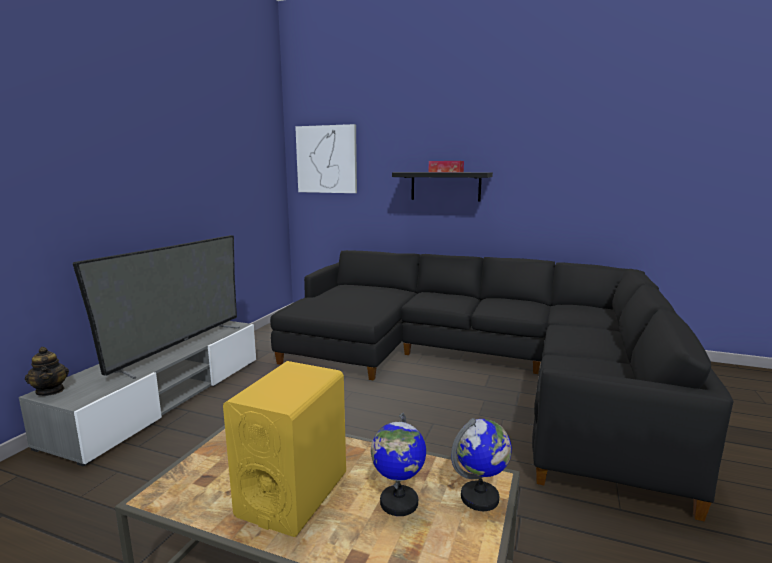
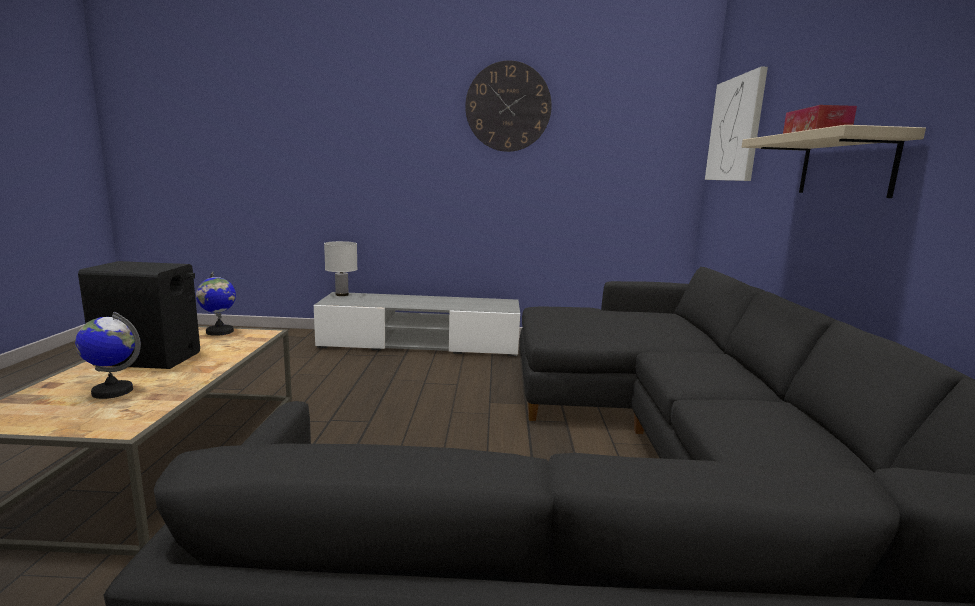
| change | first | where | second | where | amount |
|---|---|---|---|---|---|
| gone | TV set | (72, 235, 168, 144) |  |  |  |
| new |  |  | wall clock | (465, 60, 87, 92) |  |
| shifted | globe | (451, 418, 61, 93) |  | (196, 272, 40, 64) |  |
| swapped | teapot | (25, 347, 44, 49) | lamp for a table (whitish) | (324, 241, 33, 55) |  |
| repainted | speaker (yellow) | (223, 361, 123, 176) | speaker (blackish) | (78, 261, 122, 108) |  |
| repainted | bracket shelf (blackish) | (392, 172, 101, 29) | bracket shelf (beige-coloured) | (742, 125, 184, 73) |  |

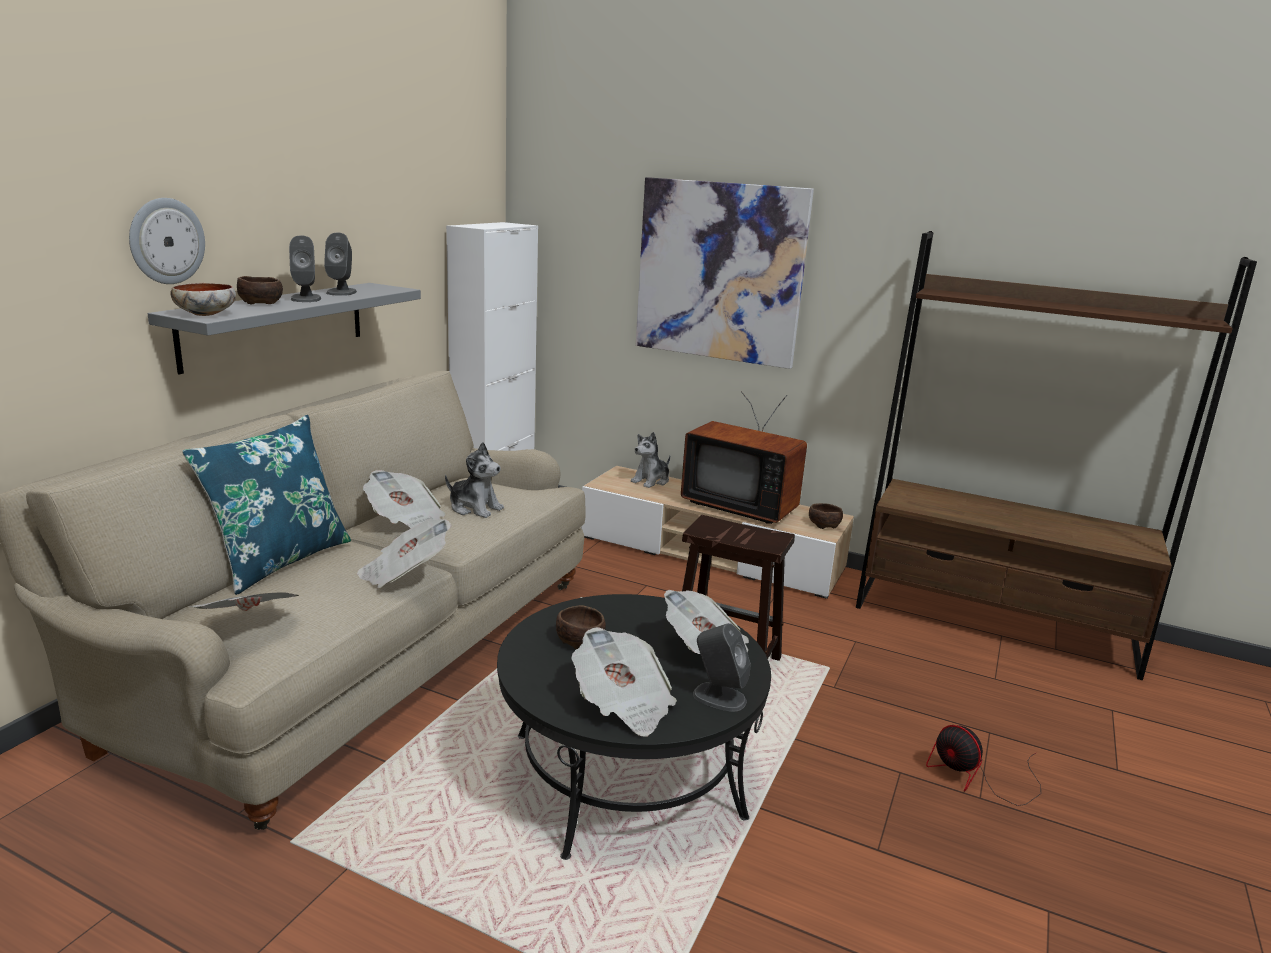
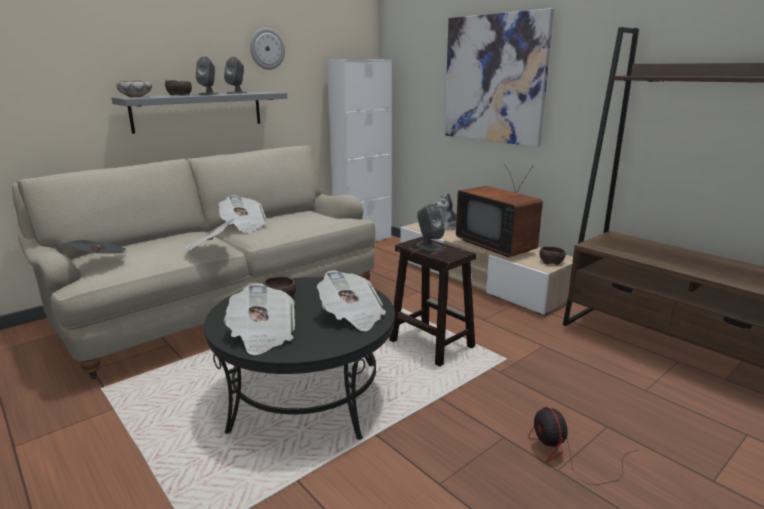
| change | first | where | second | where | amount |
|---|---|---|---|---|---|
| gone | cushion (bluish) | (182, 415, 169, 180) |  |  |  |
| gone | plush toy | (445, 442, 59, 76) |  |  |  |
| shifted | wall clock | (129, 198, 76, 86) |  | (250, 28, 35, 42) |  |
| shifted | speaker (gray) | (693, 623, 58, 89) |  | (416, 204, 29, 48) |  |

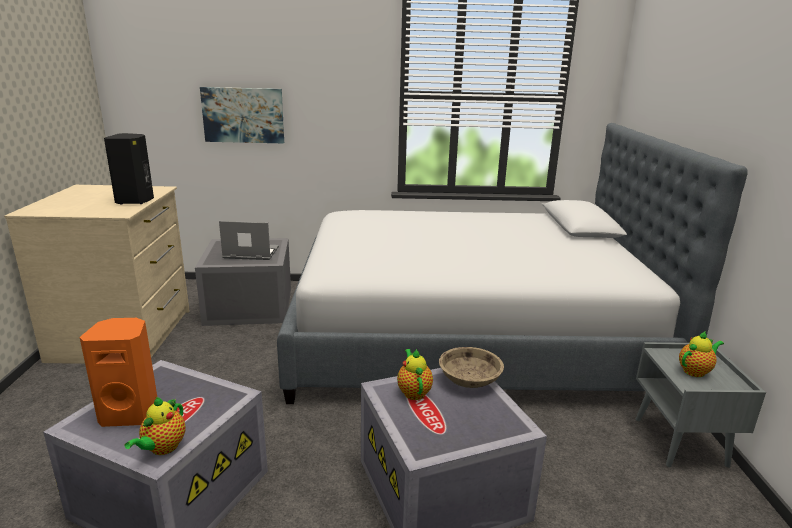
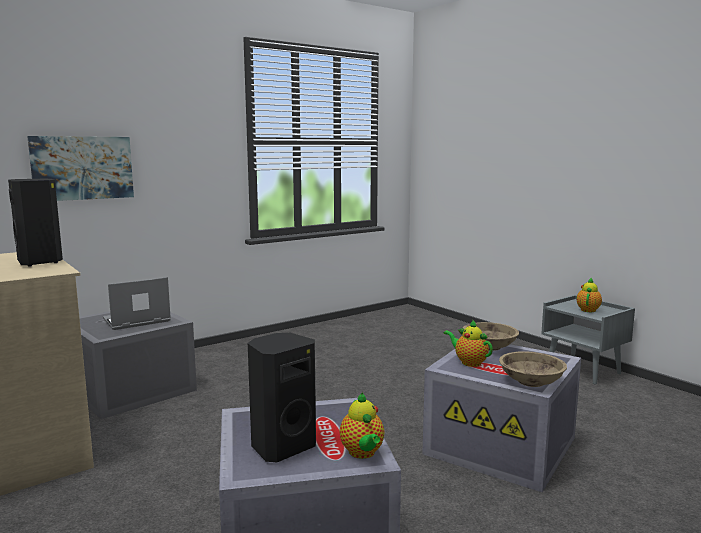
| change | first | where | second | where | amount |
|---|---|---|---|---|---|
| gone | sleeping bed | (277, 123, 470, 281) |  |  |  |
| new |  |  | deep dish (beige-coloured) | (499, 351, 68, 36) |  |
| repainted | speaker (orange) | (80, 318, 77, 109) | speaker (blackish) | (248, 333, 68, 129) |  |

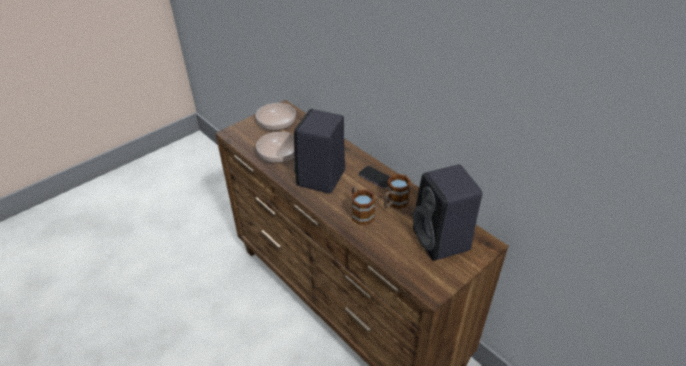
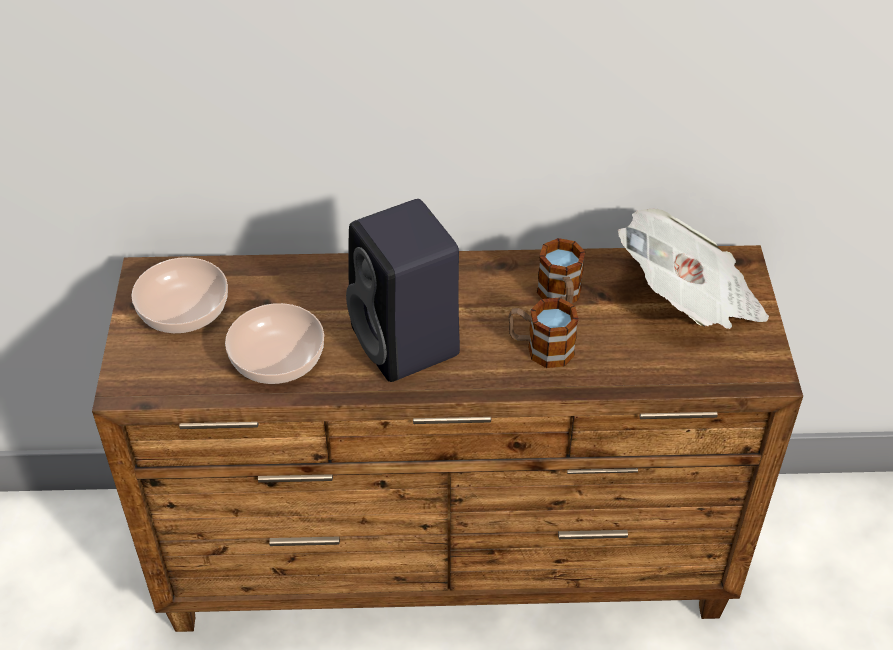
| change | first | where | second | where | amount |
|---|---|---|---|---|---|
| gone | handset | (359, 166, 31, 23) |  |  |  |
| swapped | speaker (blackish) | (413, 165, 69, 96) | printed paper | (618, 208, 151, 121) |  |

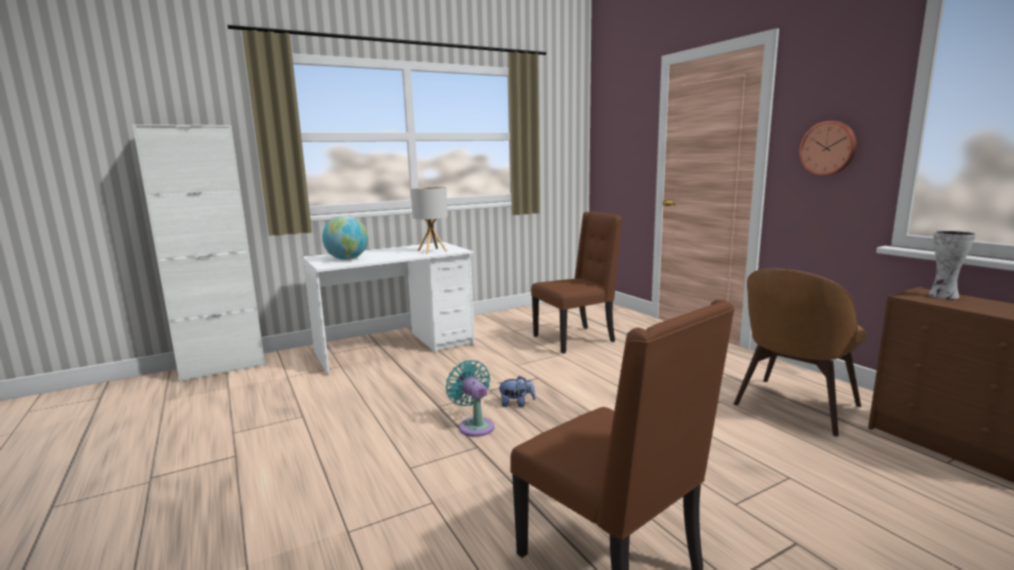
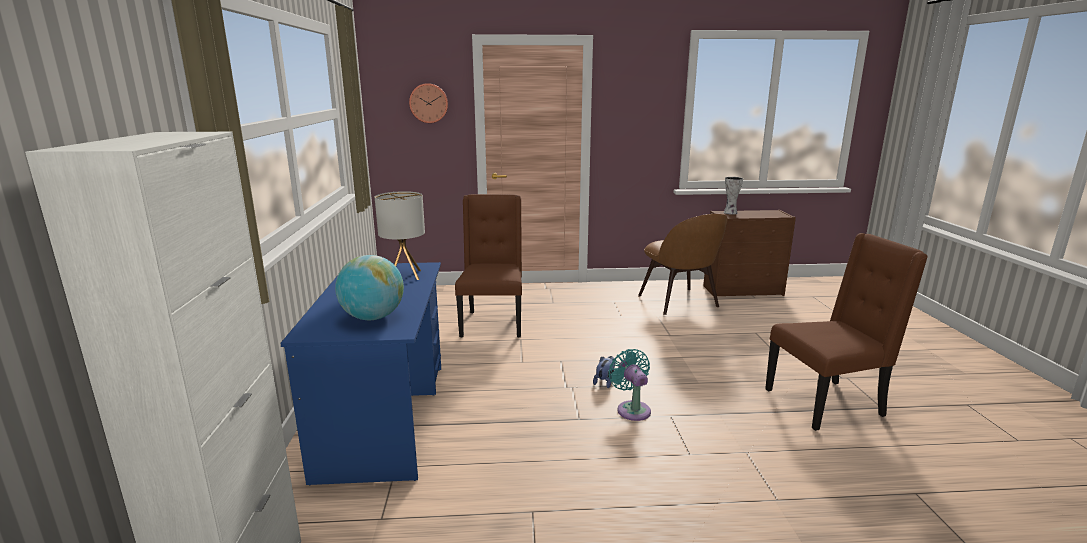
| change | first | where | second | where | amount |
|---|---|---|---|---|---|
| shifted | wall clock | (799, 121, 58, 55) |  | (409, 83, 39, 40) |  |
| repainted | desk (whitish) | (303, 242, 172, 133) | desk (bluish) | (280, 262, 161, 224) |  |
| rotated | cooling fan (blue-green) | (446, 360, 49, 77) |  | (608, 349, 43, 72) | 75 degrees clockwise |

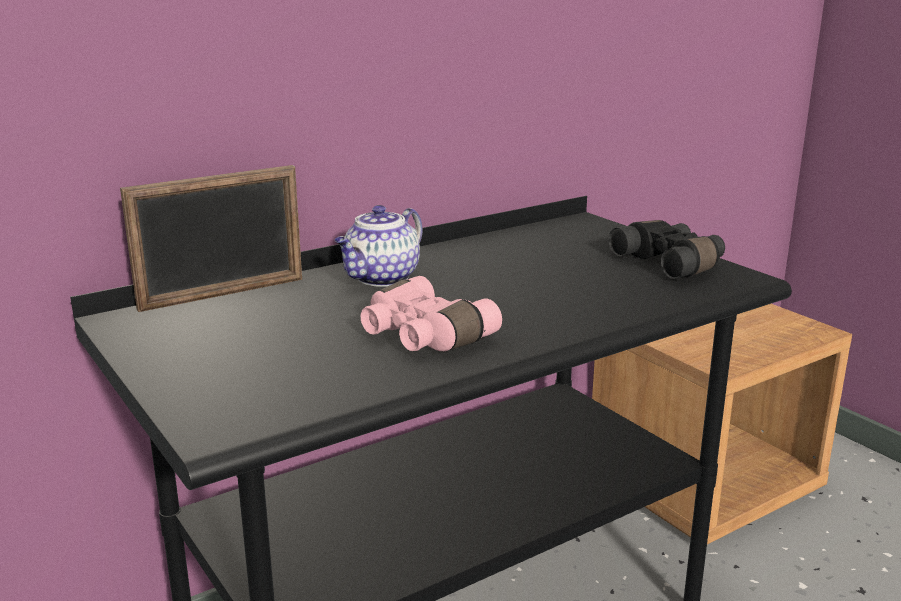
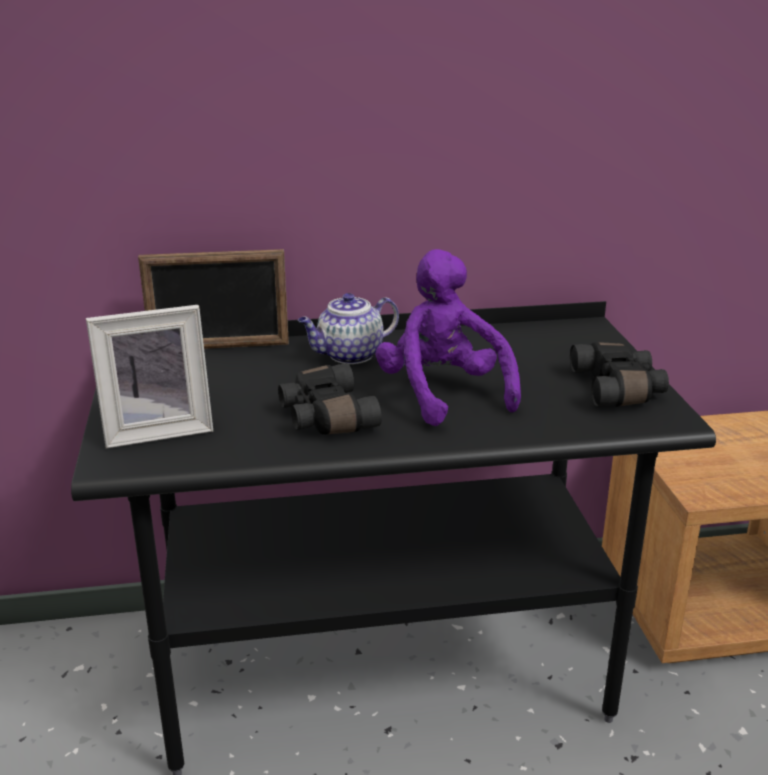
| change | first | where | second | where | amount |
|---|---|---|---|---|---|
| new |  |  | photo frame | (86, 305, 127, 144) |  |
| new |  |  | plush toy (purplish) | (375, 249, 146, 177) |  |
| repainted | pair of binoculars (pinkish) | (360, 276, 142, 75) | pair of binoculars (blackish) | (278, 363, 104, 72) |  |

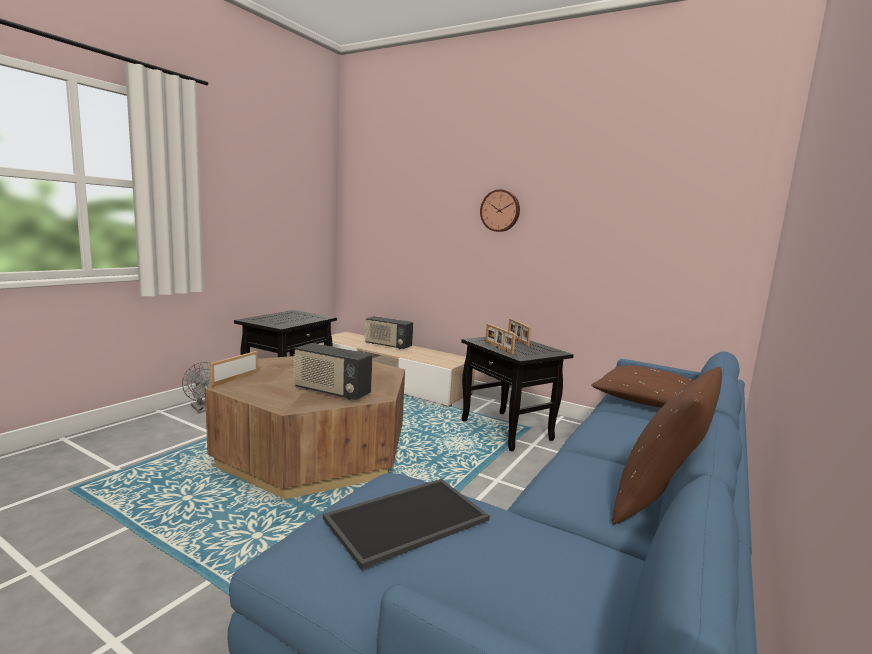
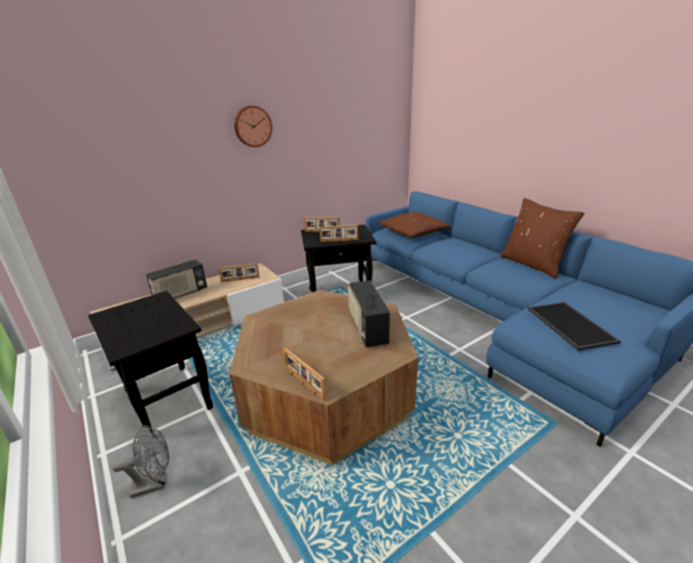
| change | first | where | second | where | amount |
|---|---|---|---|---|---|
| new |  |  | photo frame | (219, 264, 41, 18) |  |
| rotated | radio | (293, 343, 79, 57) |  | (348, 280, 42, 68) | 120 degrees clockwise |

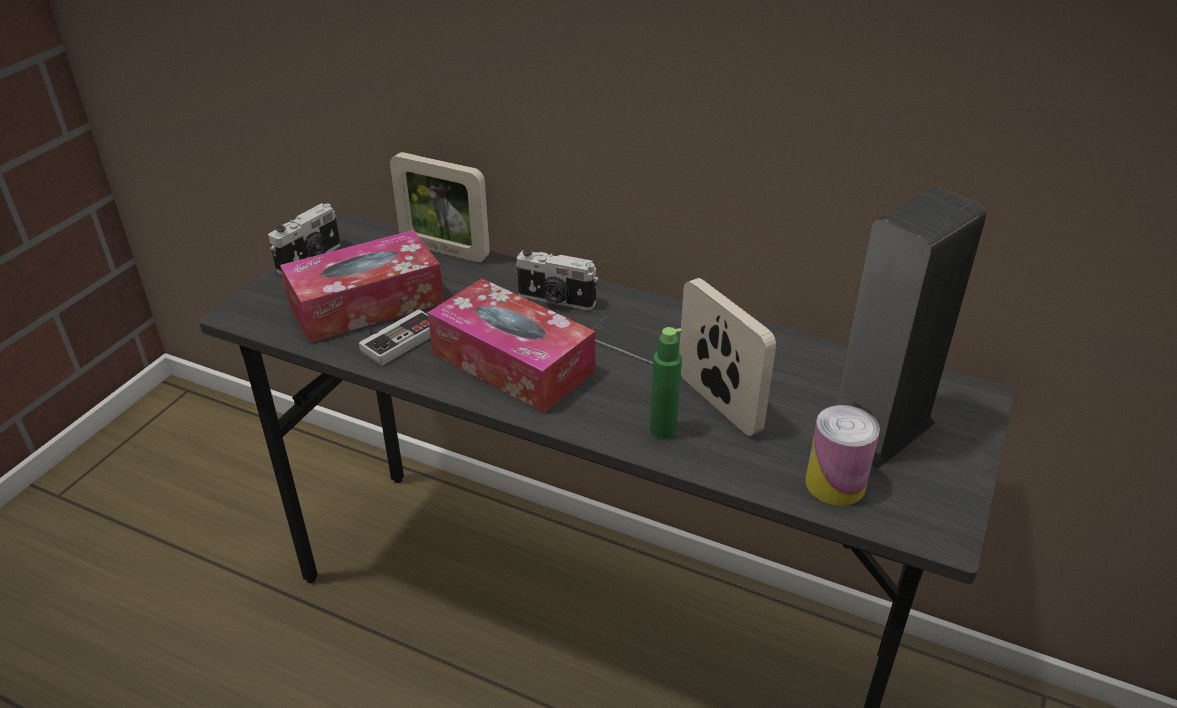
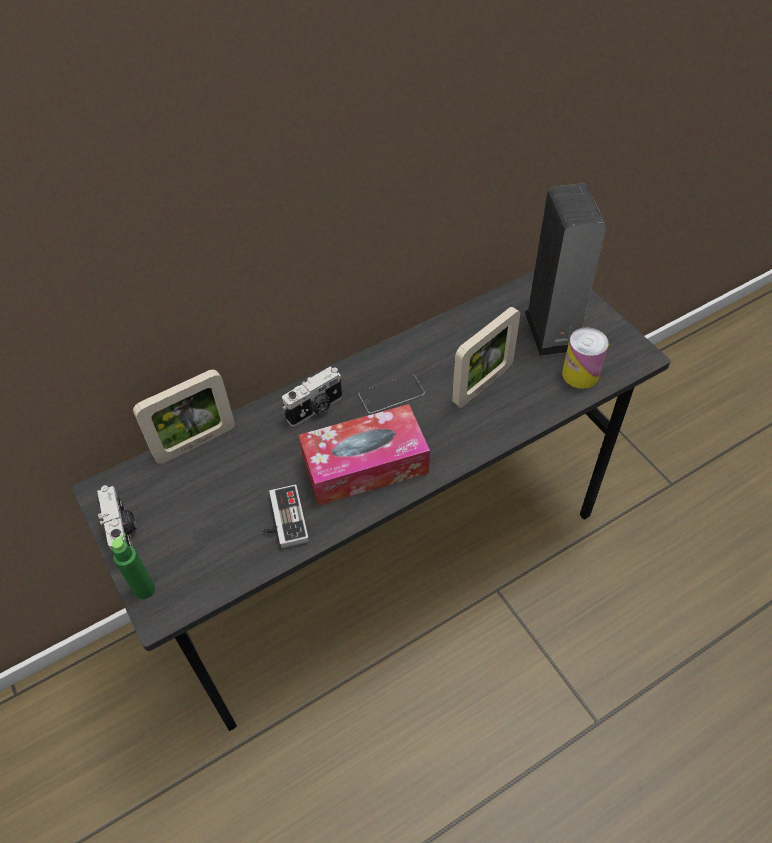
| change | first | where | second | where | amount |
|---|---|---|---|---|---|
| gone | tissue holder | (280, 230, 164, 113) |  |  |  |
| shifted | beverage bottle (green-coloured) | (650, 327, 32, 112) |  | (112, 534, 43, 65) |  |
| rotated | photo frame | (679, 278, 97, 158) |  | (452, 307, 68, 101) | 135 degrees clockwise |

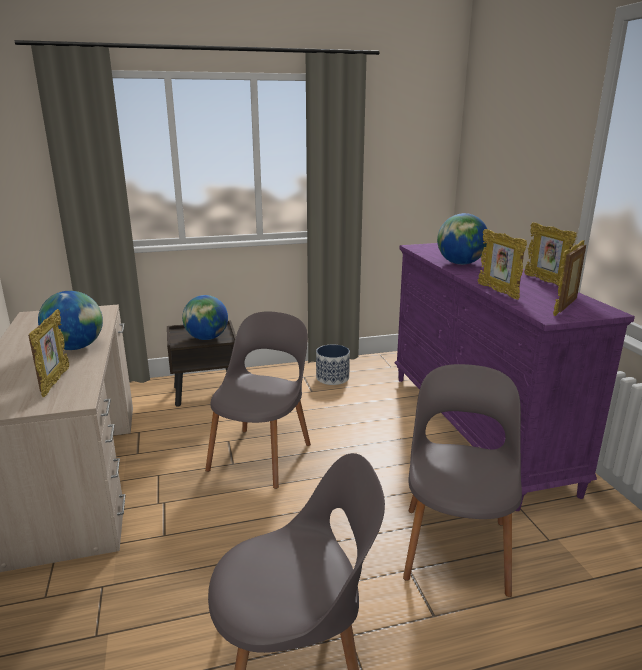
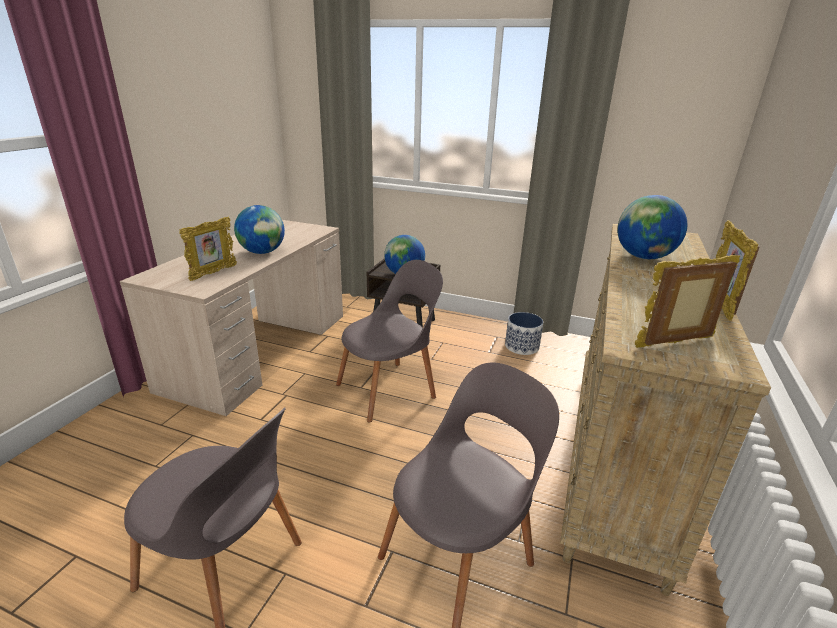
| change | first | where | second | where | amount |
|---|---|---|---|---|---|
| gone | photo frame | (478, 229, 49, 71) |  |  |  |
| repainted | dresser (purplish) | (394, 243, 241, 268) | dresser (beige-coloured) | (560, 224, 211, 372) |  |

